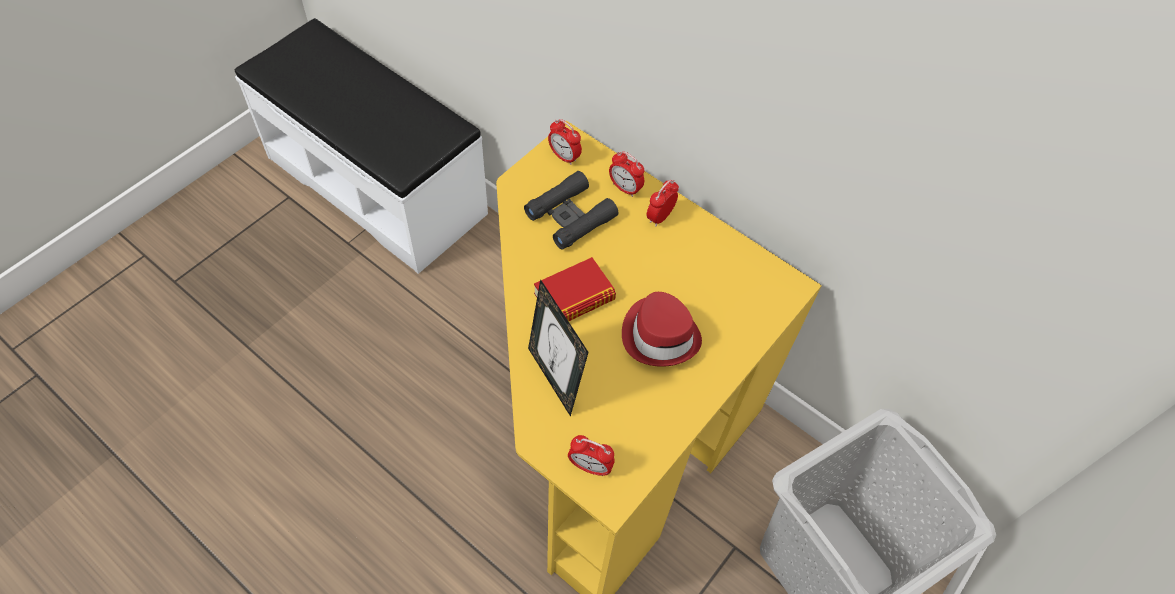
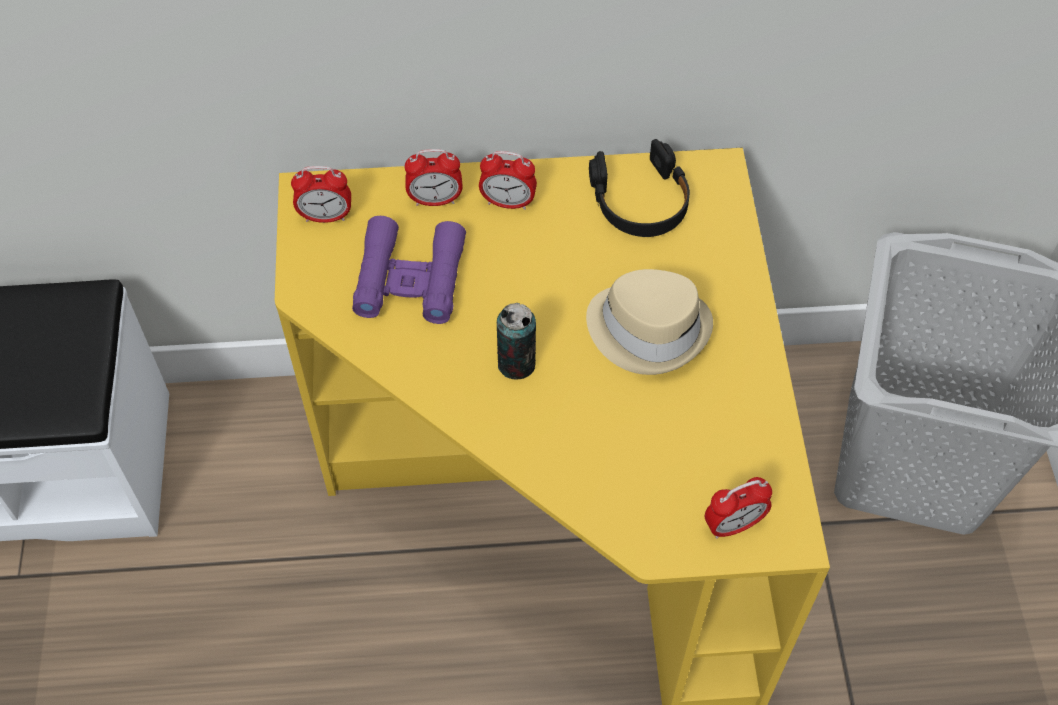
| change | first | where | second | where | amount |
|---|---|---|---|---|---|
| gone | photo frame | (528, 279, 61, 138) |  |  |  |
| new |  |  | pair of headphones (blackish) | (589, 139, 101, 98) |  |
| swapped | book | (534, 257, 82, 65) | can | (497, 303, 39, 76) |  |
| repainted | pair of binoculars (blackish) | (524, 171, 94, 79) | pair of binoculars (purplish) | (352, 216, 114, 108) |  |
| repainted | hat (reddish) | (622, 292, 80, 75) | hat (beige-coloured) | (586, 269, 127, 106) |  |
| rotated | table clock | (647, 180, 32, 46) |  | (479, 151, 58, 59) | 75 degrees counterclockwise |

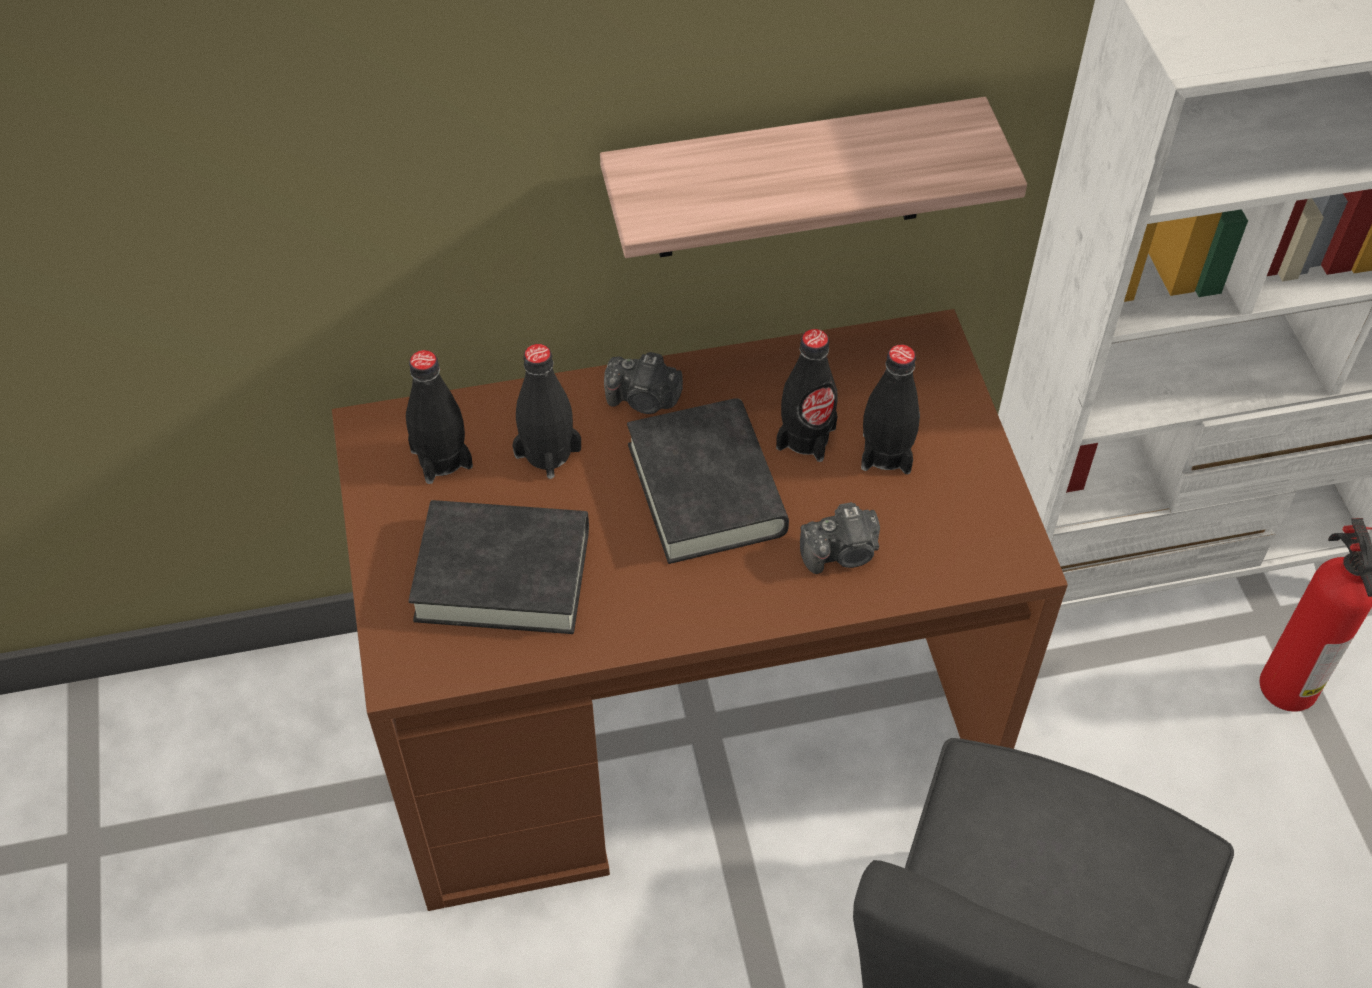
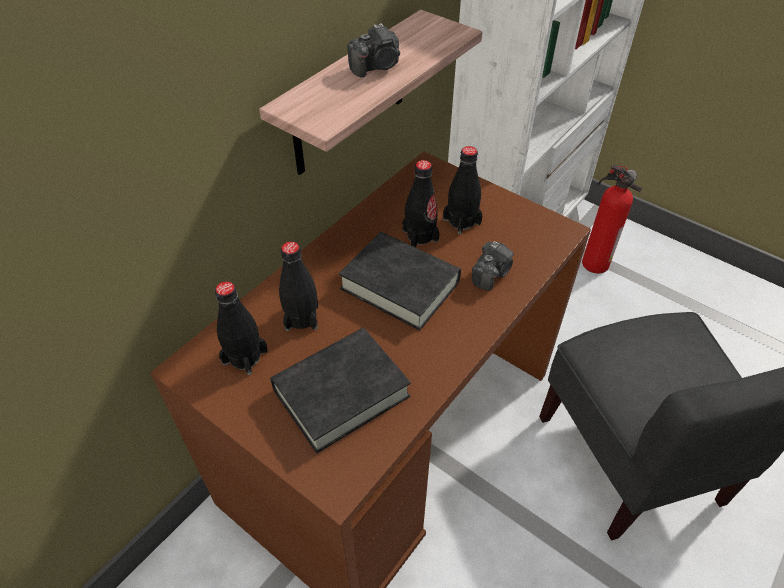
| change | first | where | second | where | amount |
|---|---|---|---|---|---|
| shifted | still camera | (604, 352, 79, 62) |  | (347, 23, 53, 54) |  |

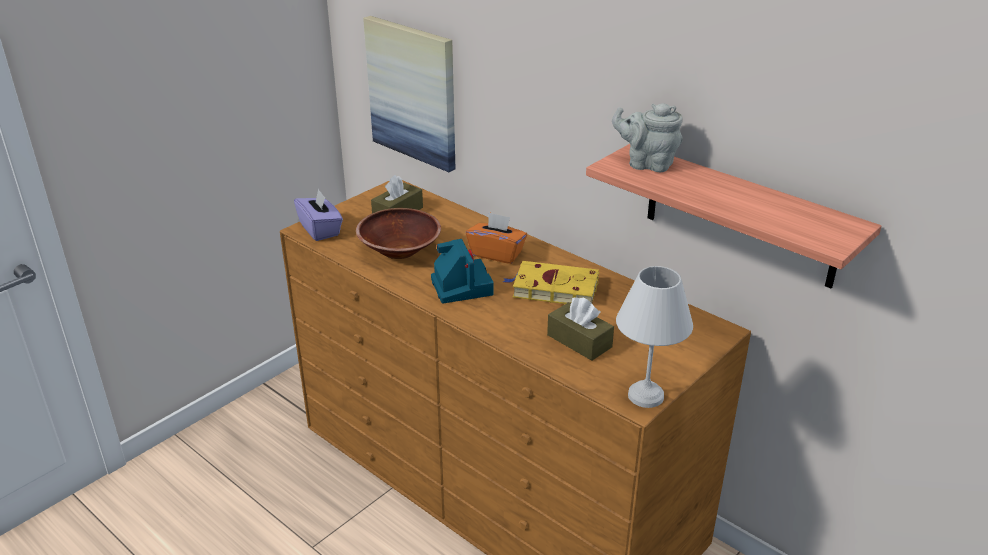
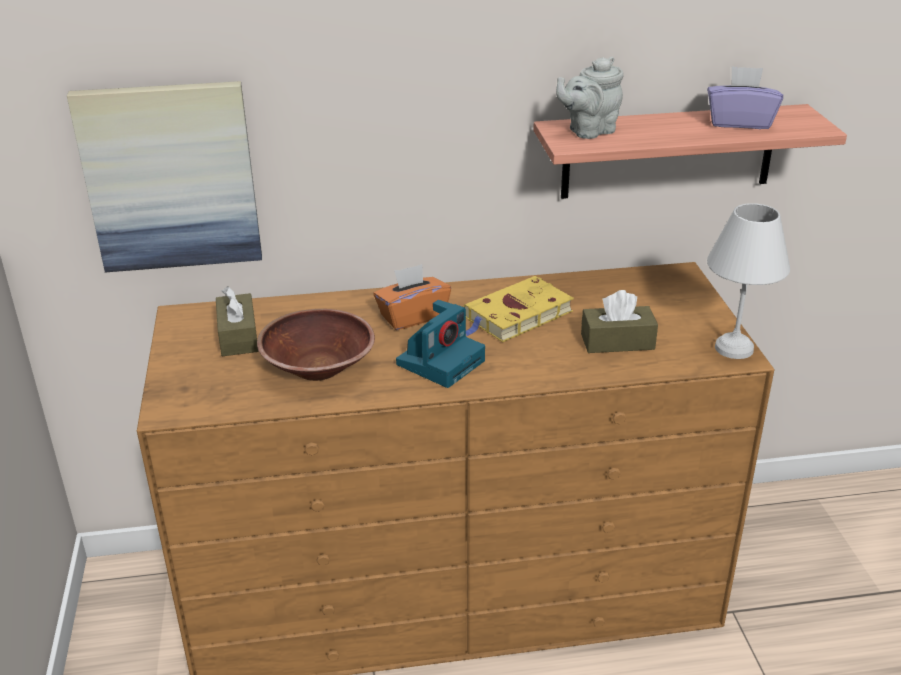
| change | first | where | second | where | amount |
|---|---|---|---|---|---|
| shifted | tissue holder (purplish) | (294, 189, 49, 52) |  | (707, 66, 76, 63) |  |
| rotated | still camera | (431, 239, 63, 64) |  | (396, 300, 89, 88) | 105 degrees clockwise |

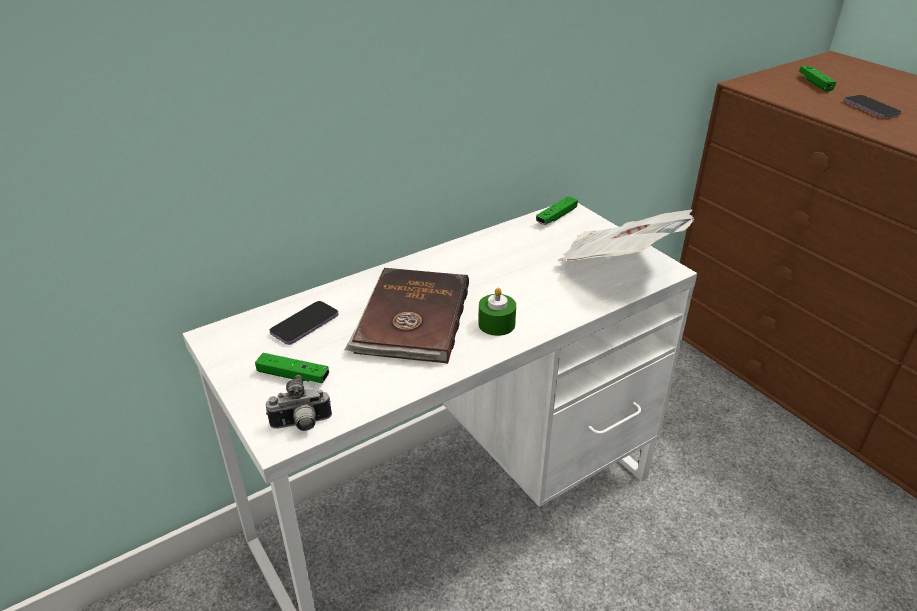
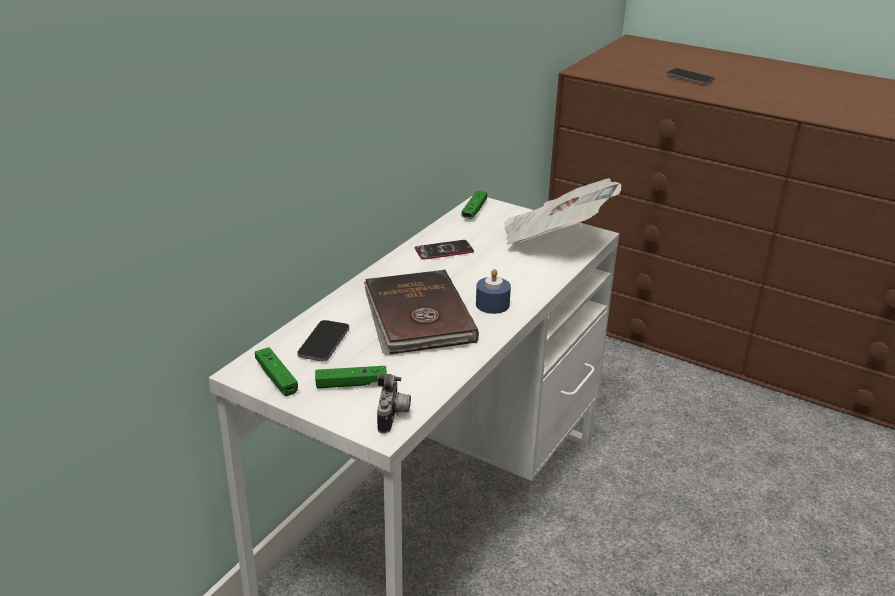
| change | first | where | second | where | amount |
|---|---|---|---|---|---|
| new |  |  | handset | (415, 240, 59, 20) |  |
| shifted | gamepad (green-coloured) | (799, 66, 37, 26) |  | (255, 347, 43, 49) |  |
| repainted | wax light (green-coloured) | (478, 288, 38, 48) | wax light (bluish) | (476, 269, 35, 45) |  |
| rotated | still camera | (266, 375, 66, 56) |  | (377, 374, 34, 60) | 45 degrees counterclockwise |

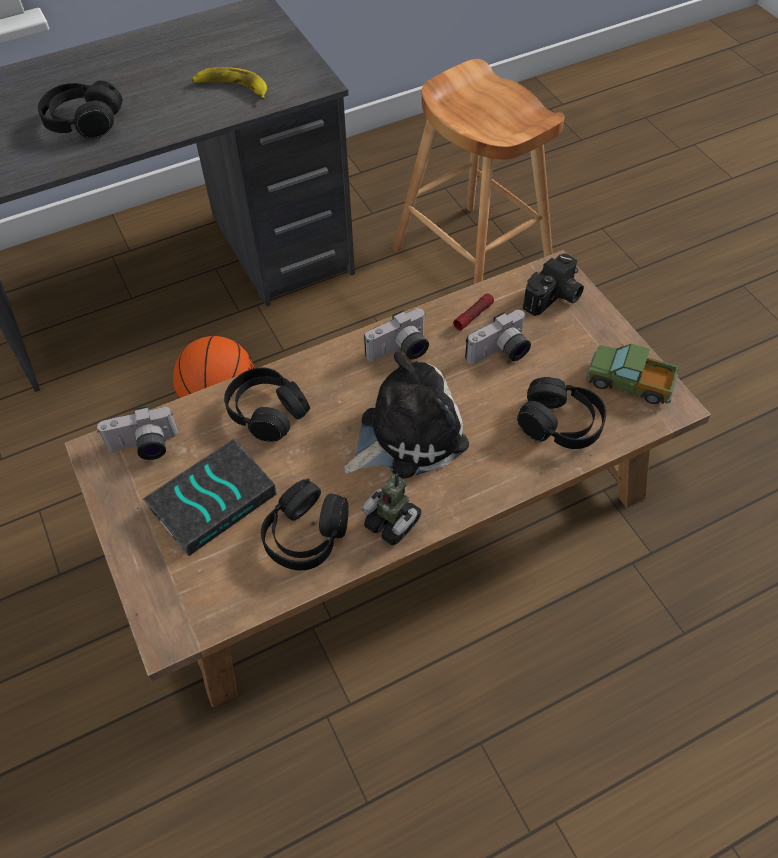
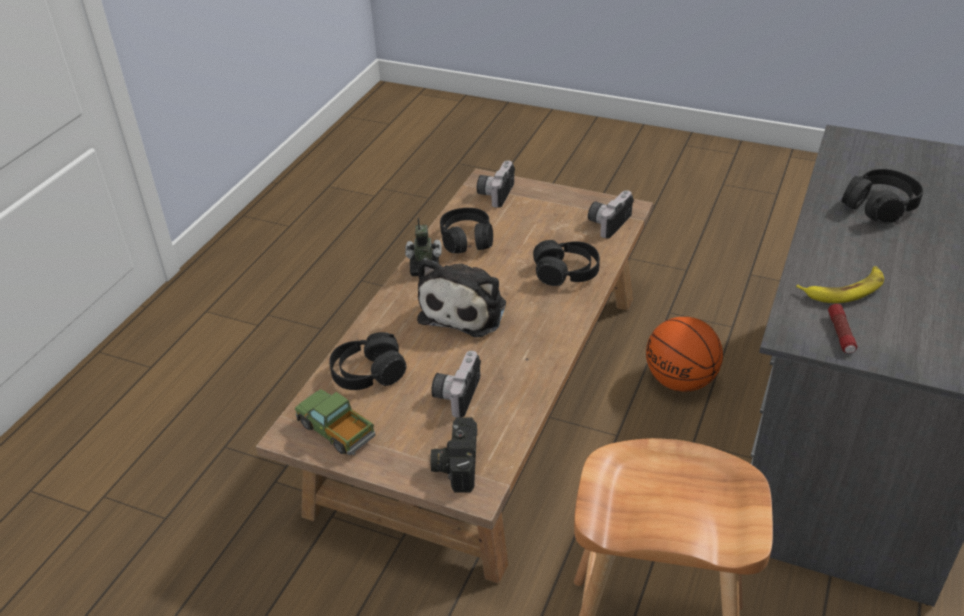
| change | first | where | second | where | amount |
|---|---|---|---|---|---|
| gone | book | (143, 438, 134, 118) |  |  |  |
| shifted | still camera | (364, 308, 65, 54) |  | (477, 161, 38, 47) |  |
| shifted | hand torch | (453, 293, 41, 38) |  | (828, 304, 29, 49) |  |
| rotated | toy truck | (586, 344, 93, 60) |  | (295, 389, 81, 66) | 120 degrees counterclockwise |

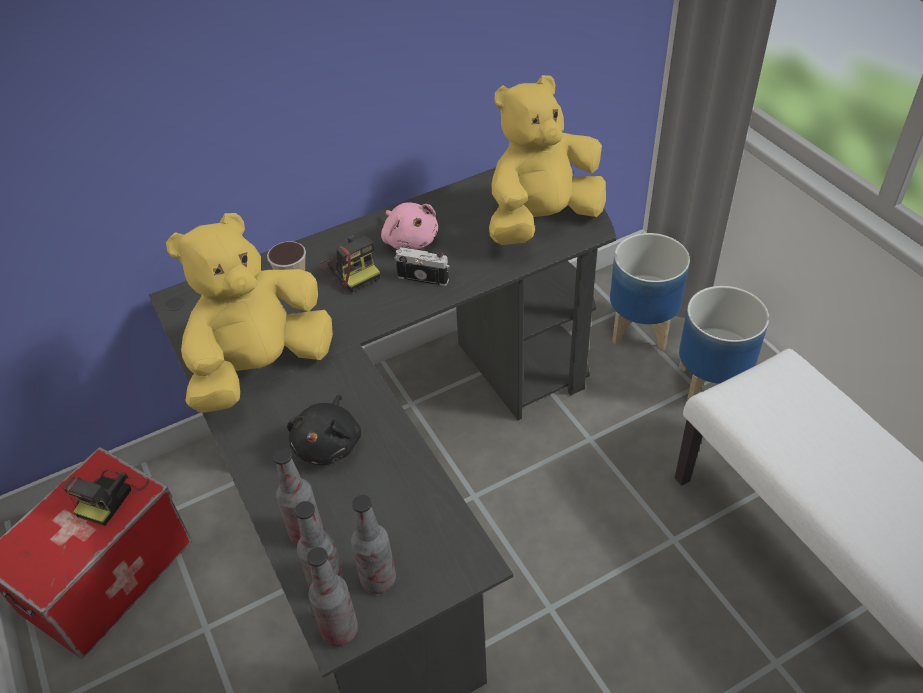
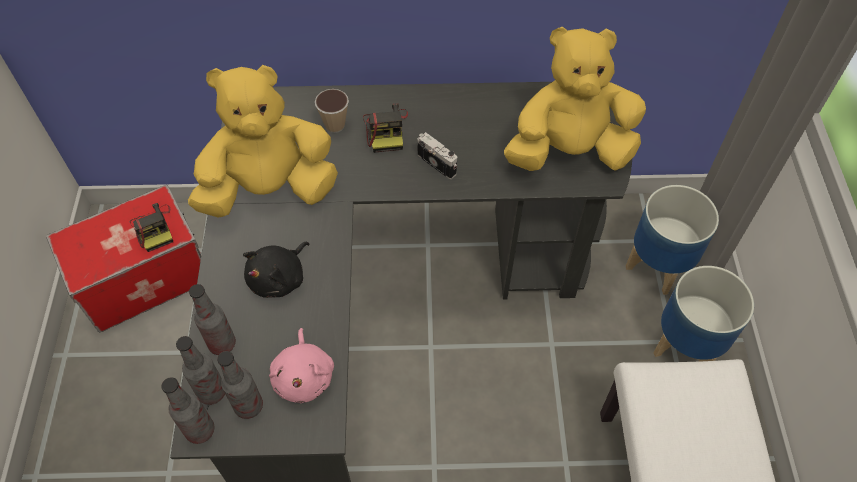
| change | first | where | second | where | amount |
|---|---|---|---|---|---|
| shifted | plush toy (pinkish) | (381, 202, 57, 48) |  | (269, 328, 65, 75) |  |
| rotated | still camera | (63, 470, 86, 56) |  | (130, 203, 43, 49) | 75 degrees counterclockwise |

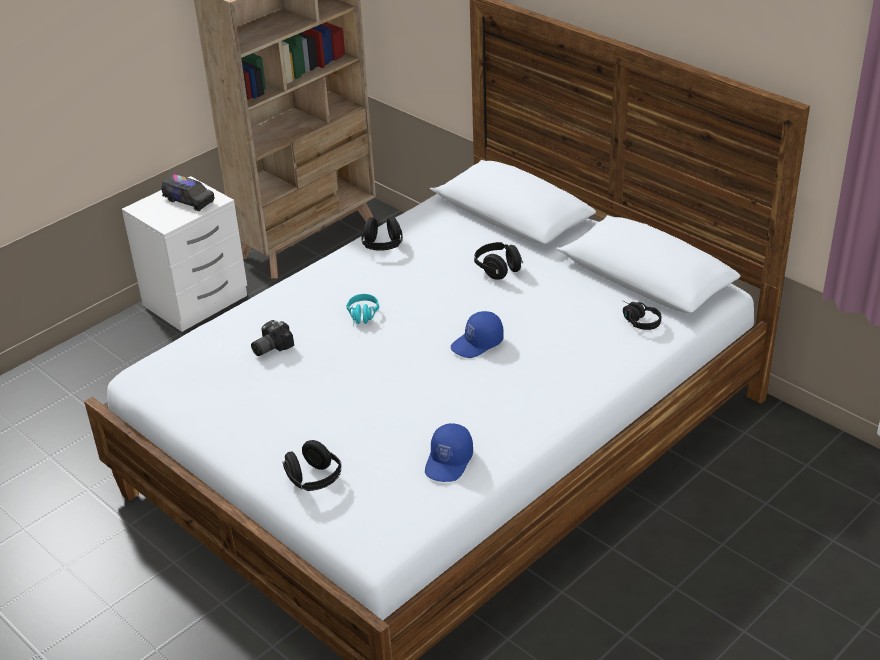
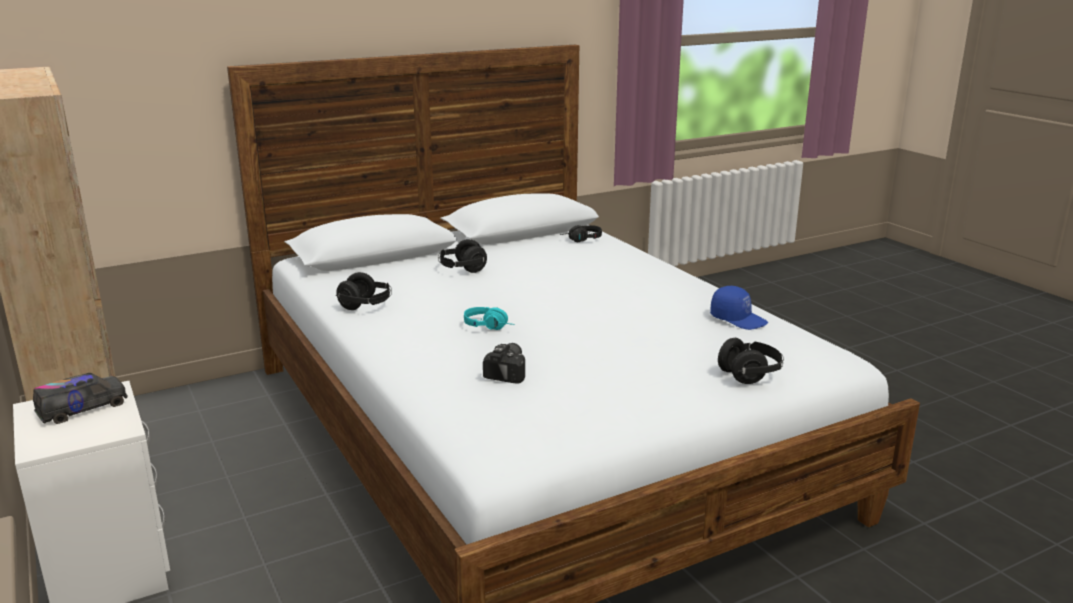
| change | first | where | second | where | amount |
|---|---|---|---|---|---|
| gone | peaked cap (bluish) | (451, 311, 53, 47) |  |  |  |
| rotated | still camera | (251, 320, 43, 36) |  | (483, 343, 42, 41) | 135 degrees counterclockwise |

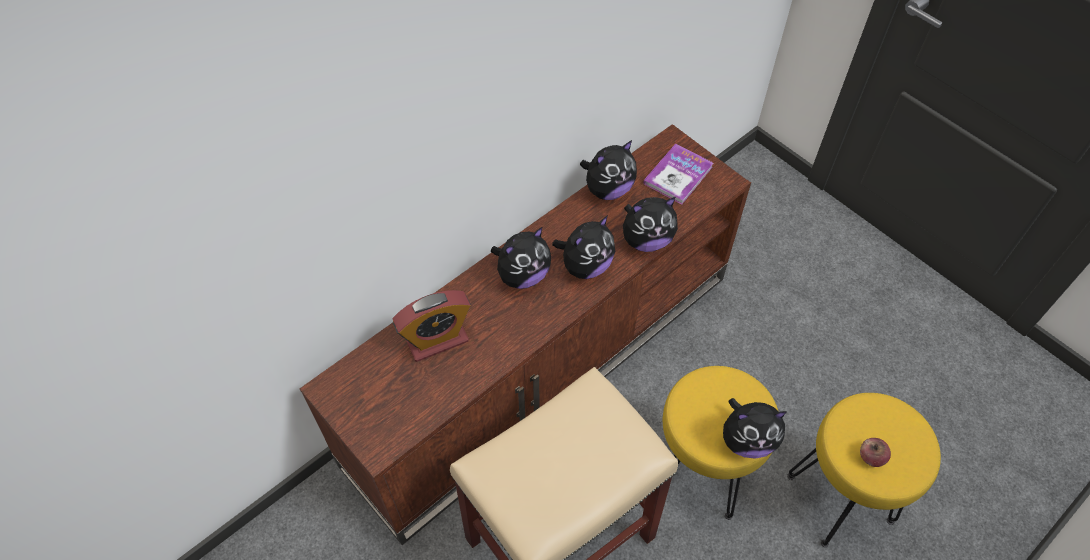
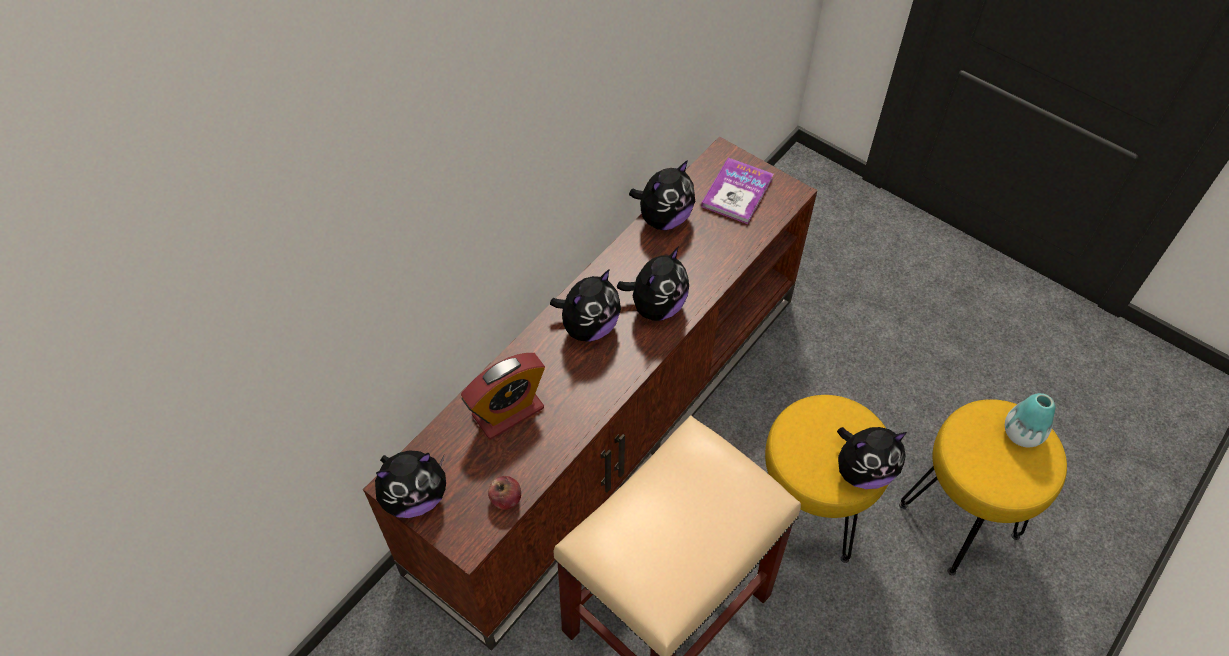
| change | first | where | second | where | amount |
|---|---|---|---|---|---|
| new |  |  | vase | (1005, 393, 50, 54) |  |
| shifted | plush toy | (623, 197, 55, 55) |  | (375, 450, 71, 68) |  |
| shifted | whole apple | (860, 438, 31, 29) |  | (488, 476, 33, 34) |  |

